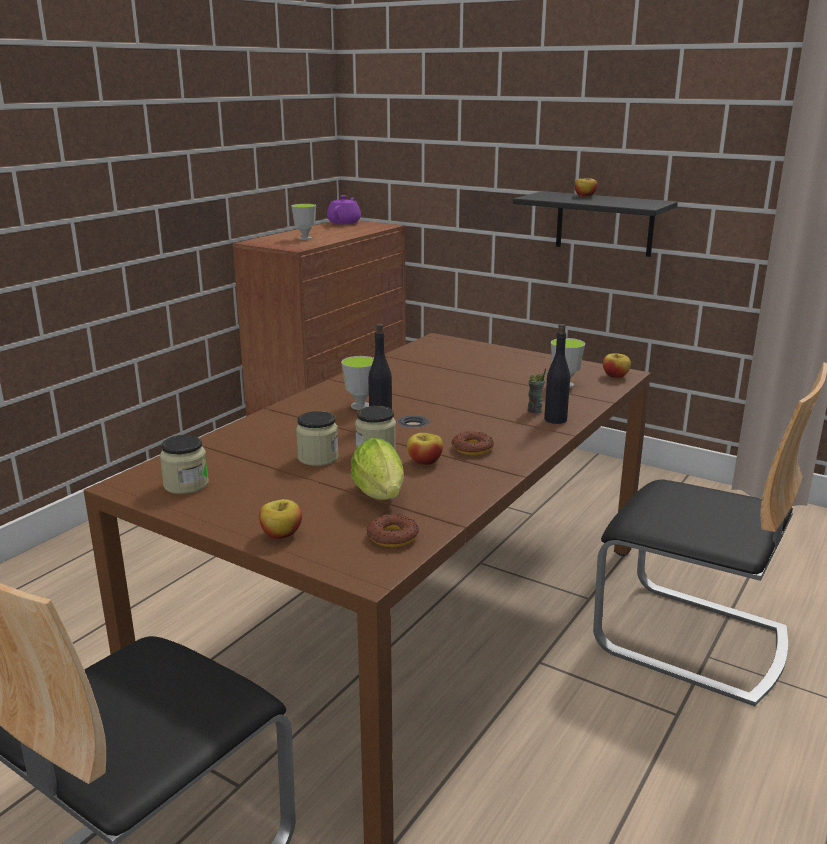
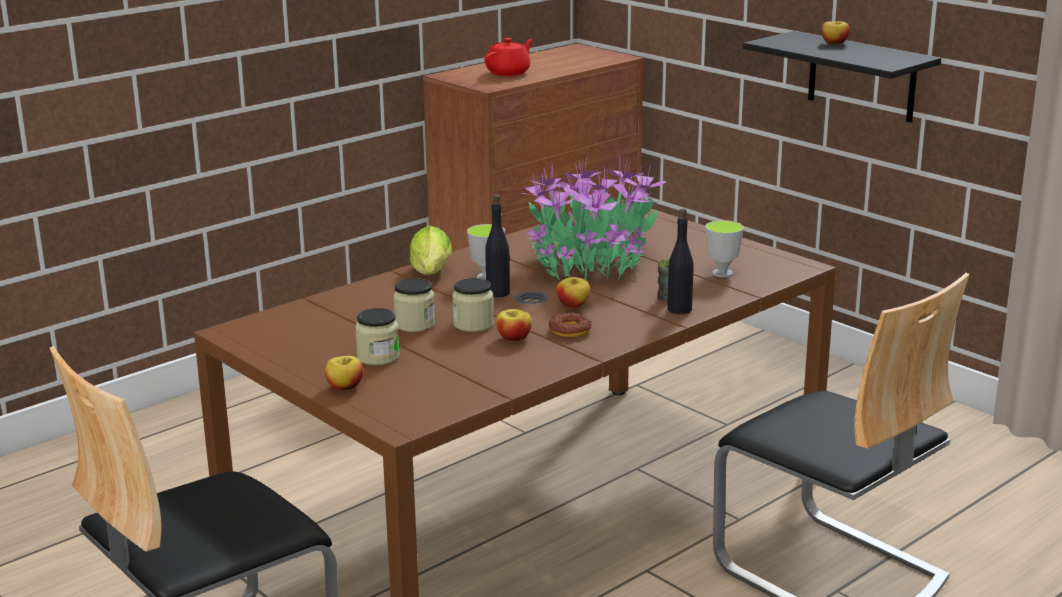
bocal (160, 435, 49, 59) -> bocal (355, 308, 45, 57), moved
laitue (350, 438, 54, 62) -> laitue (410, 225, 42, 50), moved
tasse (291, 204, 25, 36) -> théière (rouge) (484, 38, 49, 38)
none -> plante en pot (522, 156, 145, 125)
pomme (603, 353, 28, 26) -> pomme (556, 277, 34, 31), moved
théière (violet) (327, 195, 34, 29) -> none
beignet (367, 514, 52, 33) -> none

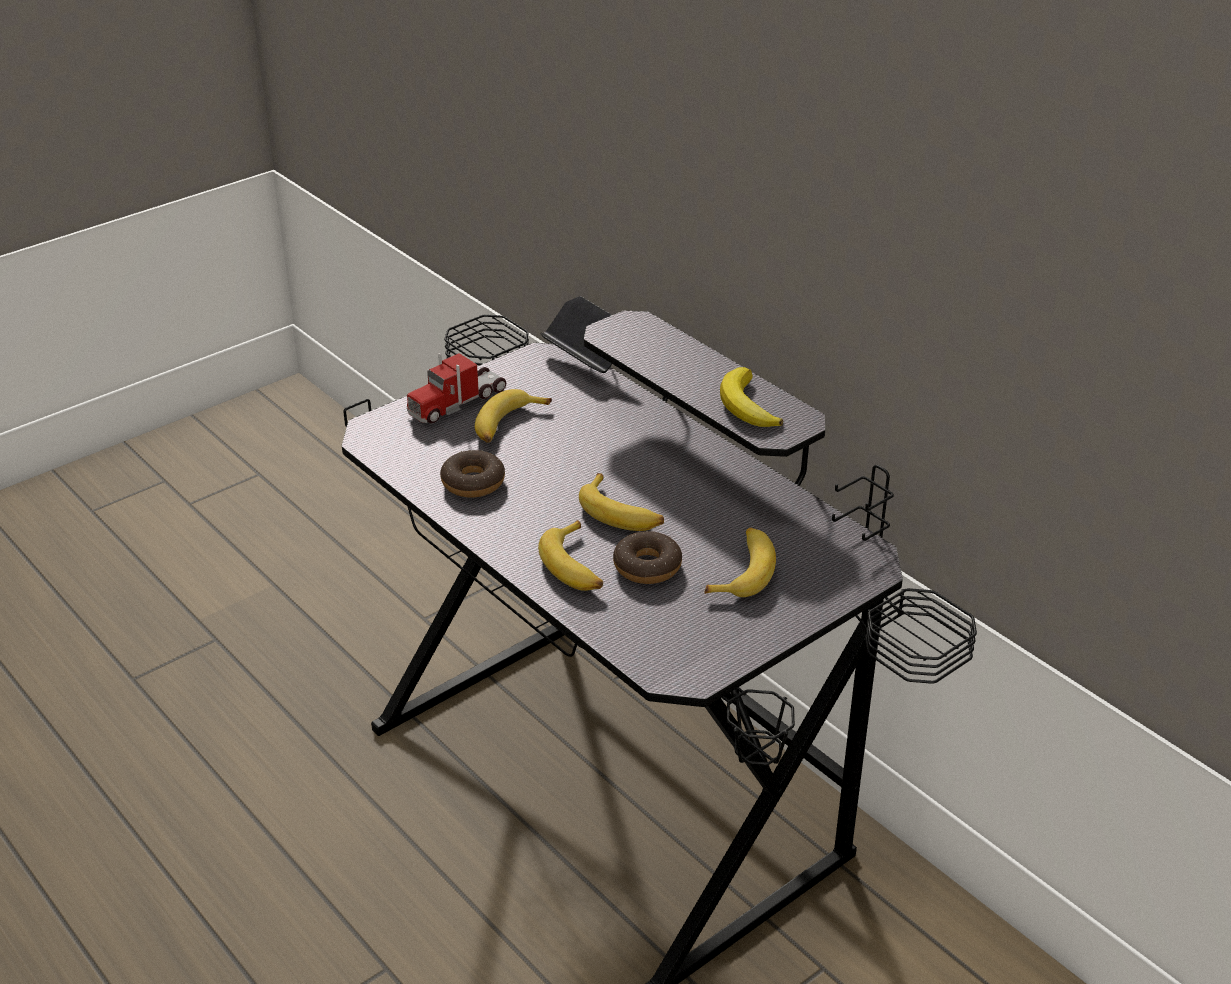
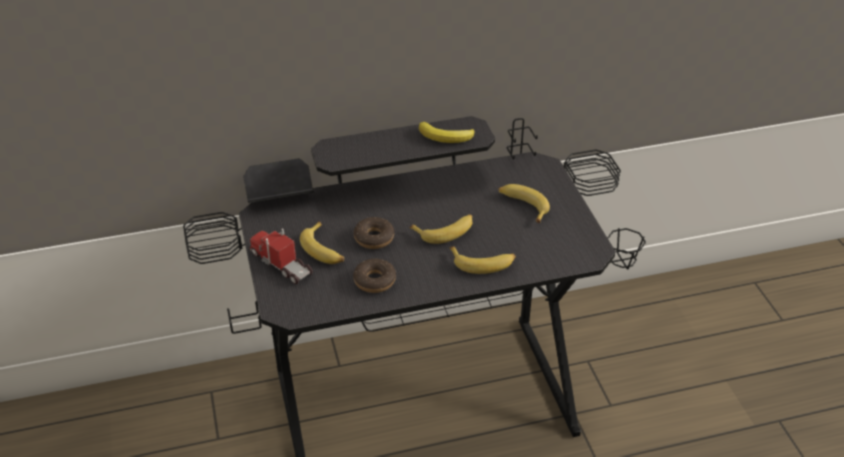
camion jouet (407, 353, 99, 70) -> camion jouet (250, 228, 63, 56), 150 degrees clockwise
beignet (613, 531, 69, 53) -> beignet (354, 217, 40, 32), moved

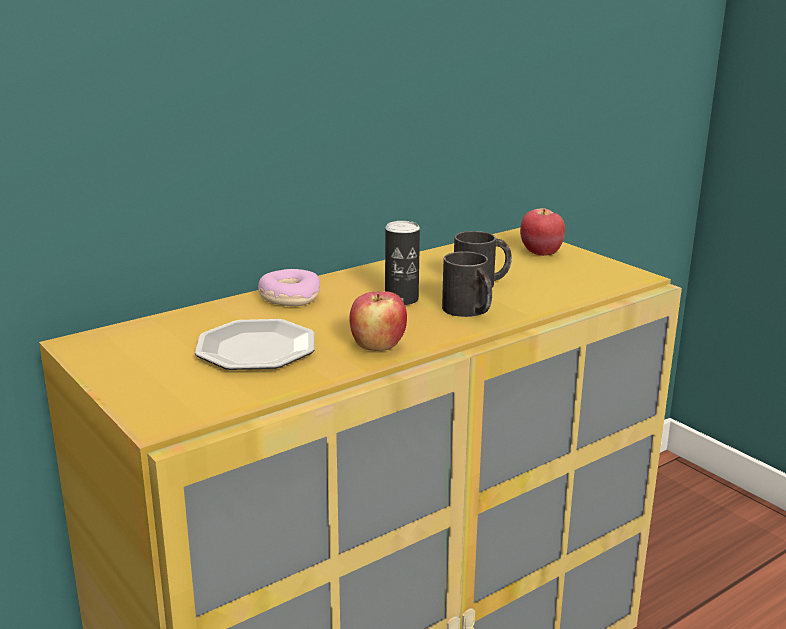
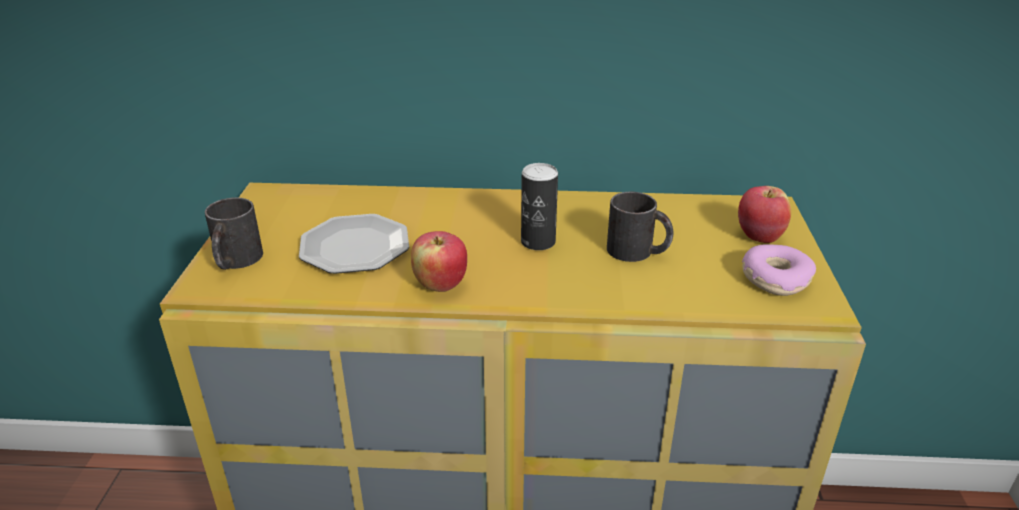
mug (noir) (442, 251, 50, 66) -> mug (noir) (205, 197, 58, 73), moved
beignet (258, 269, 62, 37) -> beignet (742, 244, 74, 52), moved

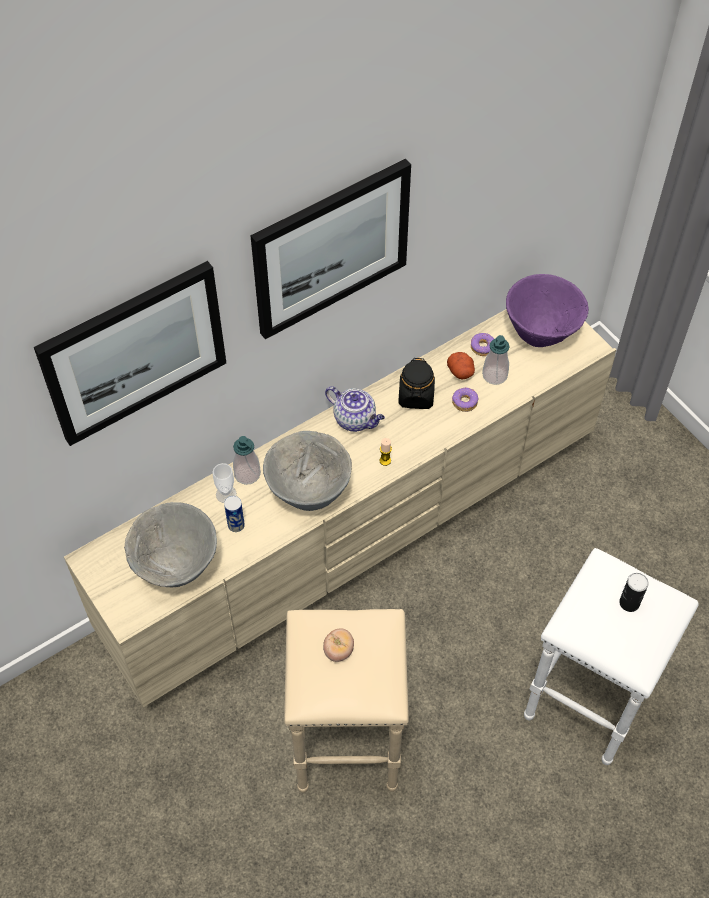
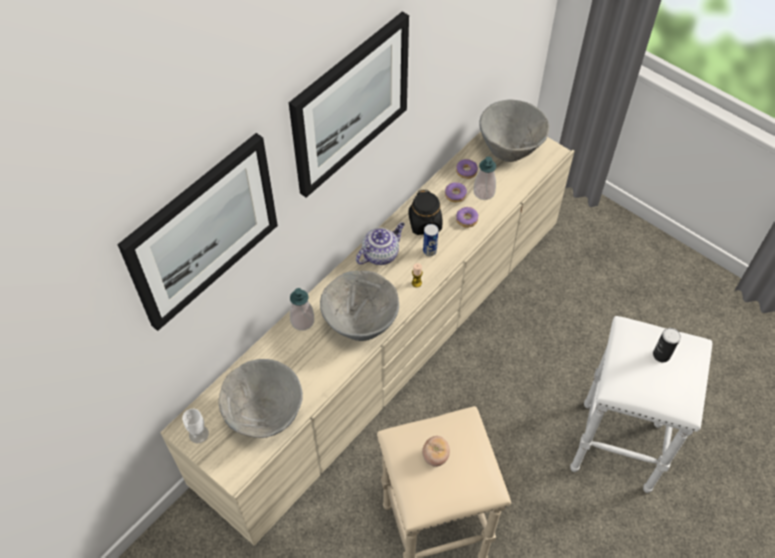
tasse (213, 463, 24, 40) -> tasse (182, 409, 27, 34), moved
théière (325, 386, 60, 46) -> théière (356, 222, 49, 43), 60 degrees counterclockwise
boîte métallique (224, 496, 21, 36) -> boîte métallique (423, 224, 15, 32), moved
pomme de terre (447, 352, 28, 28) -> beignet (445, 182, 22, 21)
bol (violet) (506, 274, 83, 73) -> bol (gris) (479, 100, 70, 62)

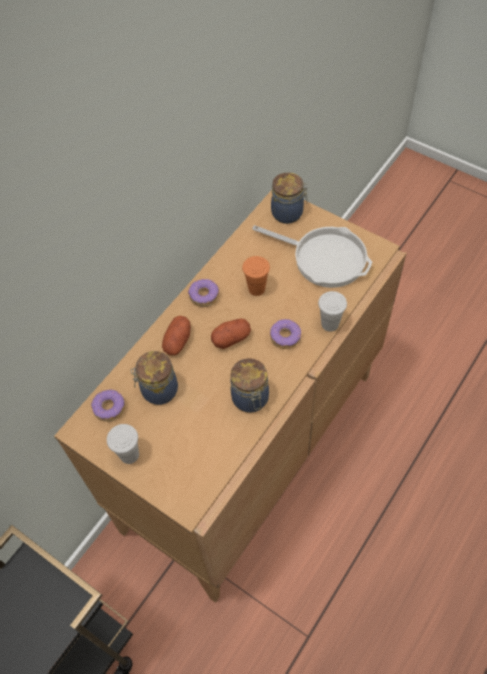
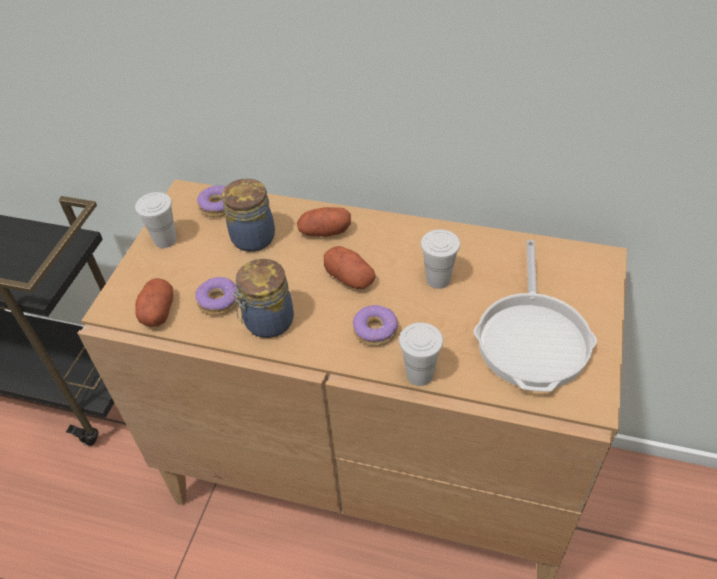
none -> pomme de terre (135, 278, 38, 49)
beignet (188, 279, 31, 28) -> beignet (195, 277, 44, 39), moved
tasse (orange) (242, 256, 28, 40) -> tasse (blanc) (421, 229, 39, 60)
bocal (271, 172, 37, 52) -> none

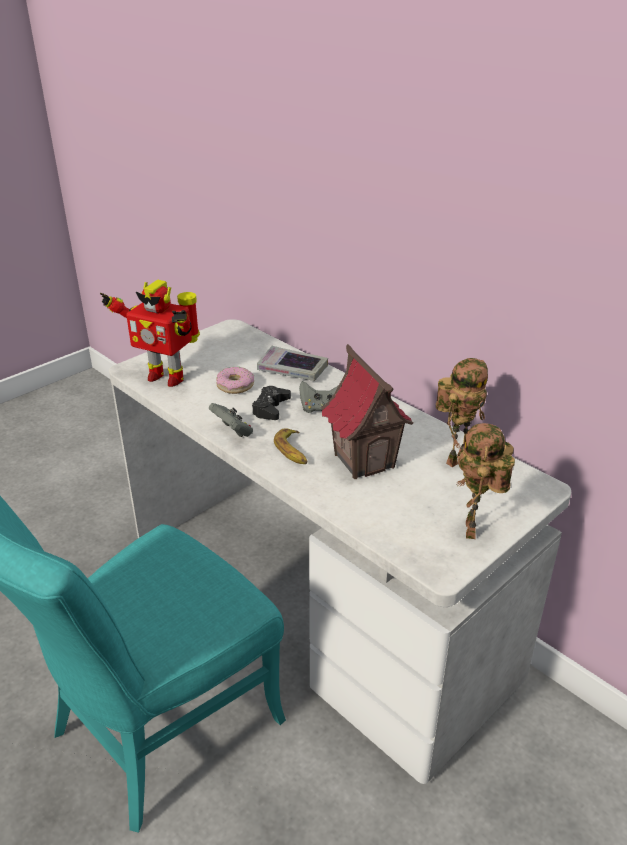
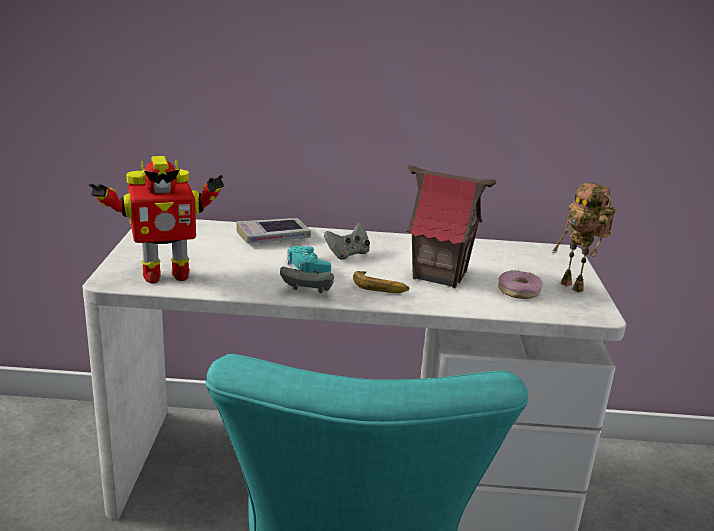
manette (noir) (252, 386, 39, 34) -> manette (turquoise) (286, 246, 45, 27)
beignet (216, 367, 38, 27) -> beignet (498, 270, 45, 29), moved
robot jouet (436, 358, 52, 109) -> none

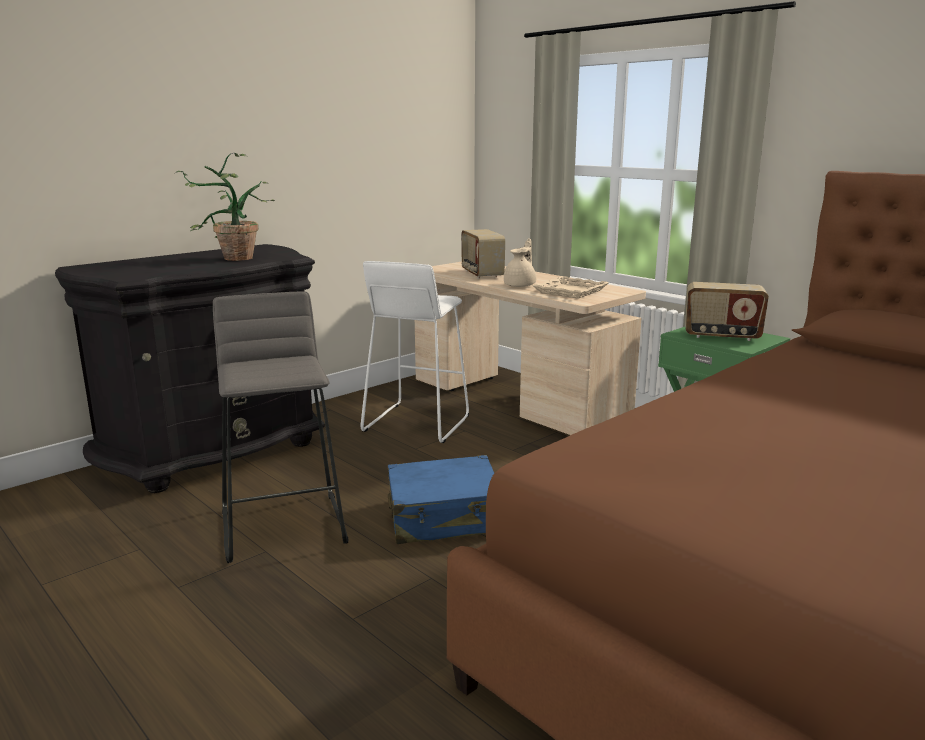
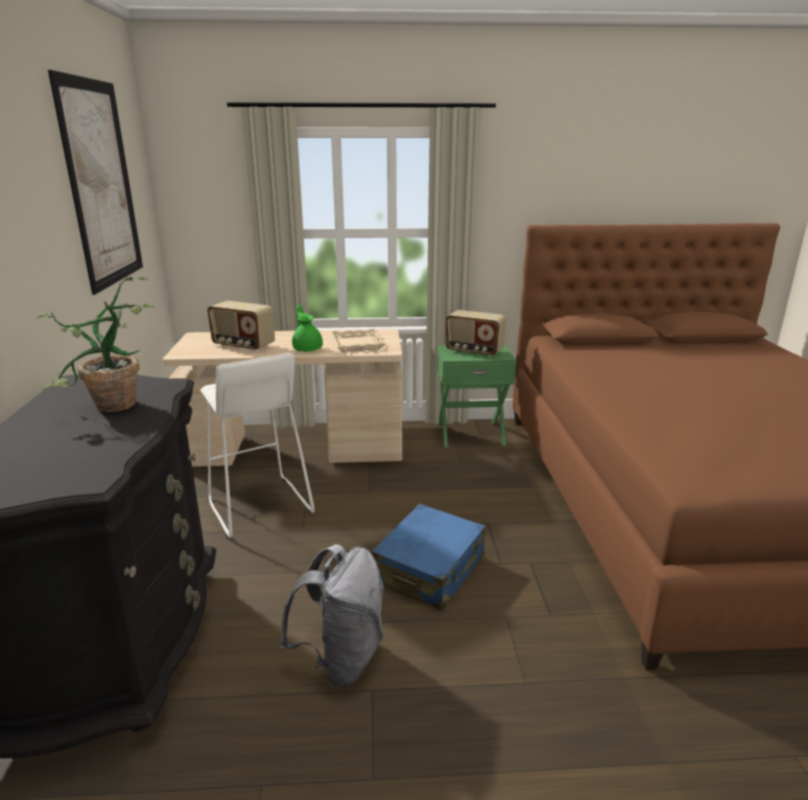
none -> tableau (48, 70, 95, 225)
tabouret (gris) (213, 291, 135, 272) -> sac à dos (gris) (280, 544, 104, 142)
théière (beige) (504, 238, 32, 49) -> théière (vert) (292, 304, 31, 48)
radio (685, 282, 84, 59) -> radio (446, 310, 60, 47), 60 degrees clockwise

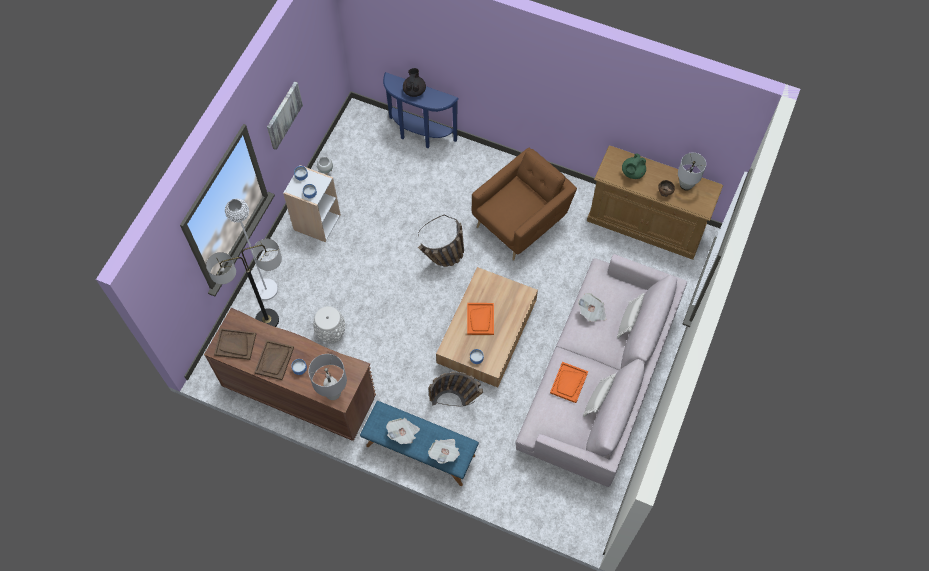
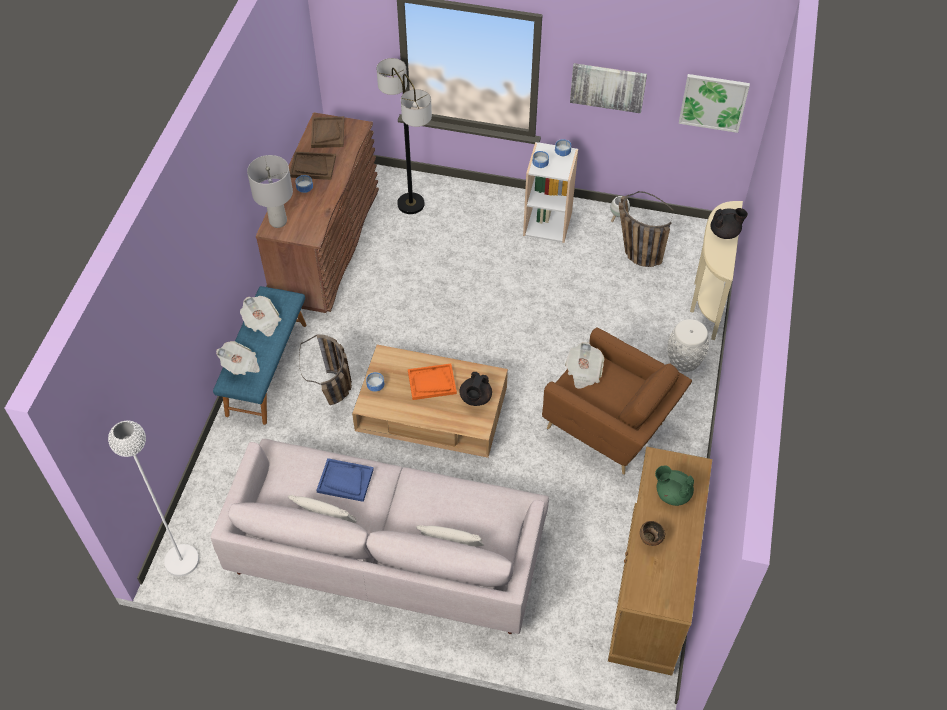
lampadaire (blanc) (225, 199, 53, 101) -> lampadaire (blanc) (108, 421, 91, 156), moved
plateau (orange) (550, 362, 38, 41) -> plateau (bleu) (316, 458, 58, 44)
none -> théière (noir) (459, 372, 33, 34)
journal (578, 293, 28, 29) -> journal (565, 342, 39, 47), moved
panier (418, 215, 46, 52) -> panier (619, 191, 55, 76), moved
tabouret (blanc) (313, 306, 32, 38) -> tabouret (blanc) (668, 319, 41, 53), moved
none -> tableau (679, 74, 71, 59)
table console (bleu) (383, 72, 76, 76) -> table console (beige) (690, 201, 53, 139)
lampe de table (blanc) (678, 153, 28, 38) -> none

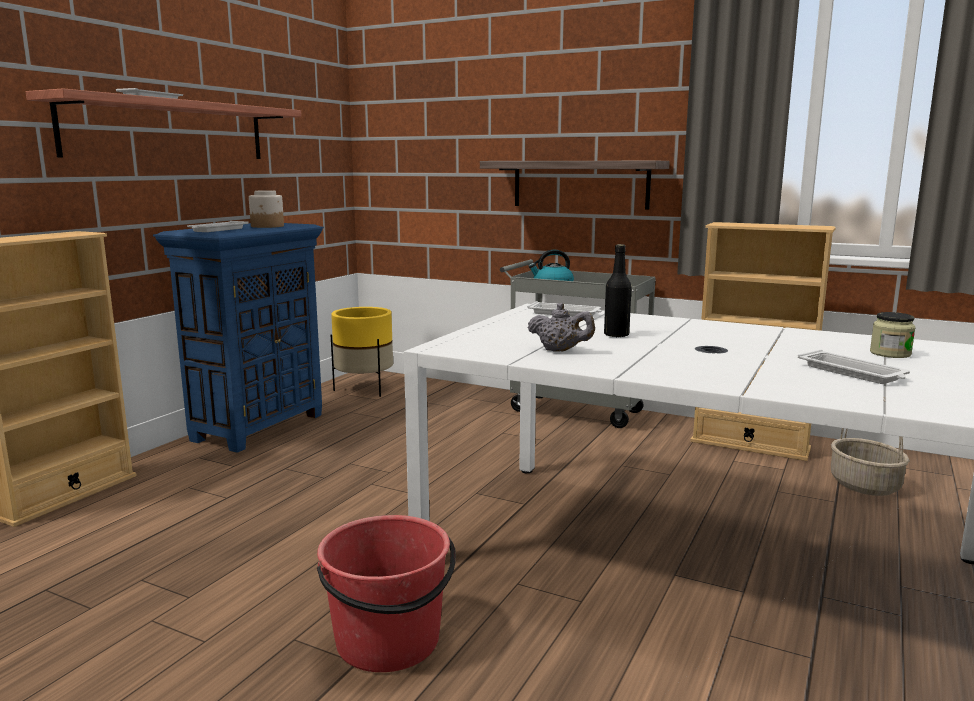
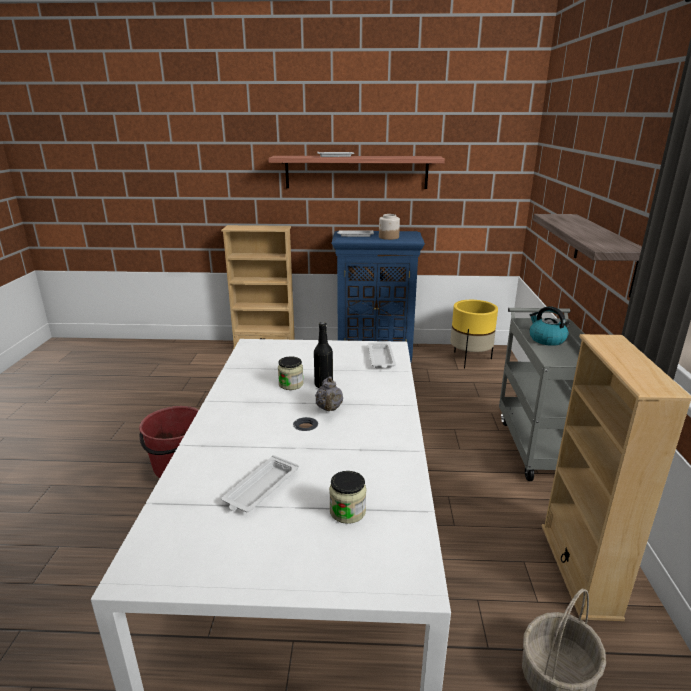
none -> bocal (278, 356, 26, 34)
théière (gris) (528, 303, 67, 49) -> théière (gris) (315, 376, 28, 35), moved

